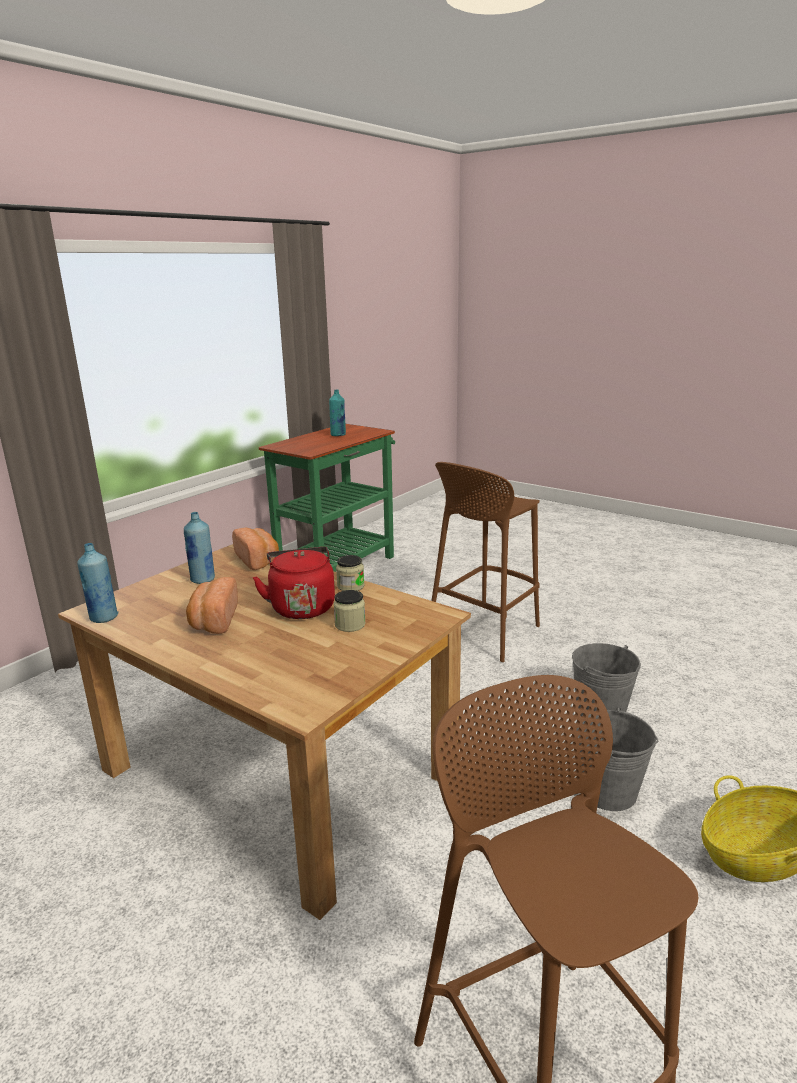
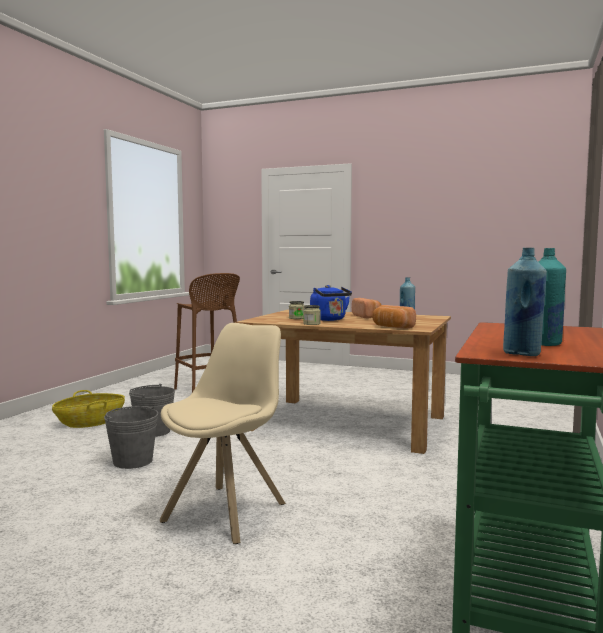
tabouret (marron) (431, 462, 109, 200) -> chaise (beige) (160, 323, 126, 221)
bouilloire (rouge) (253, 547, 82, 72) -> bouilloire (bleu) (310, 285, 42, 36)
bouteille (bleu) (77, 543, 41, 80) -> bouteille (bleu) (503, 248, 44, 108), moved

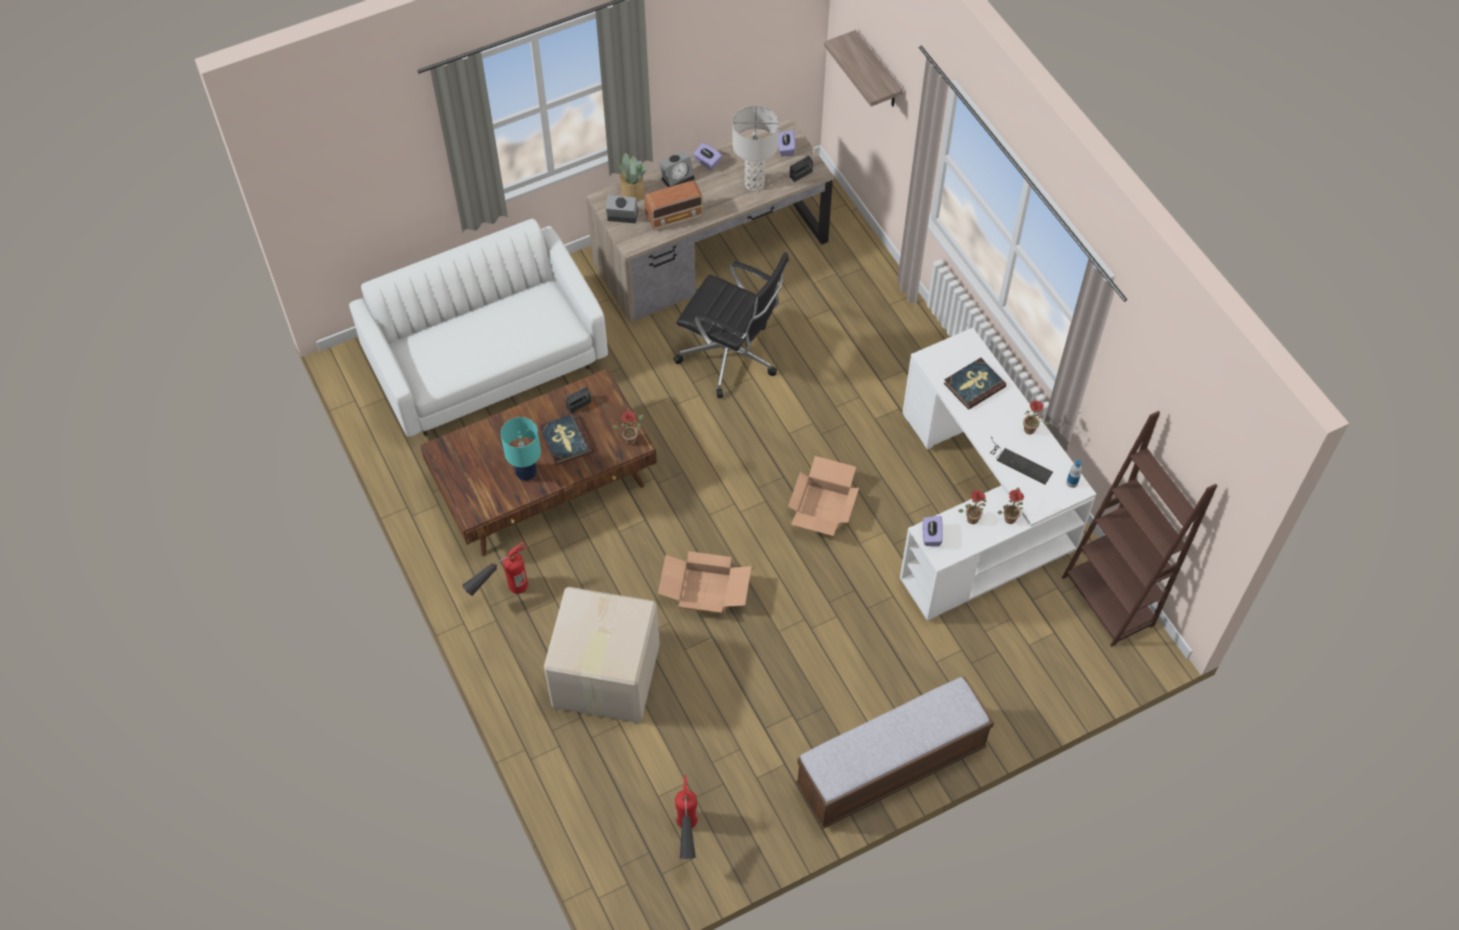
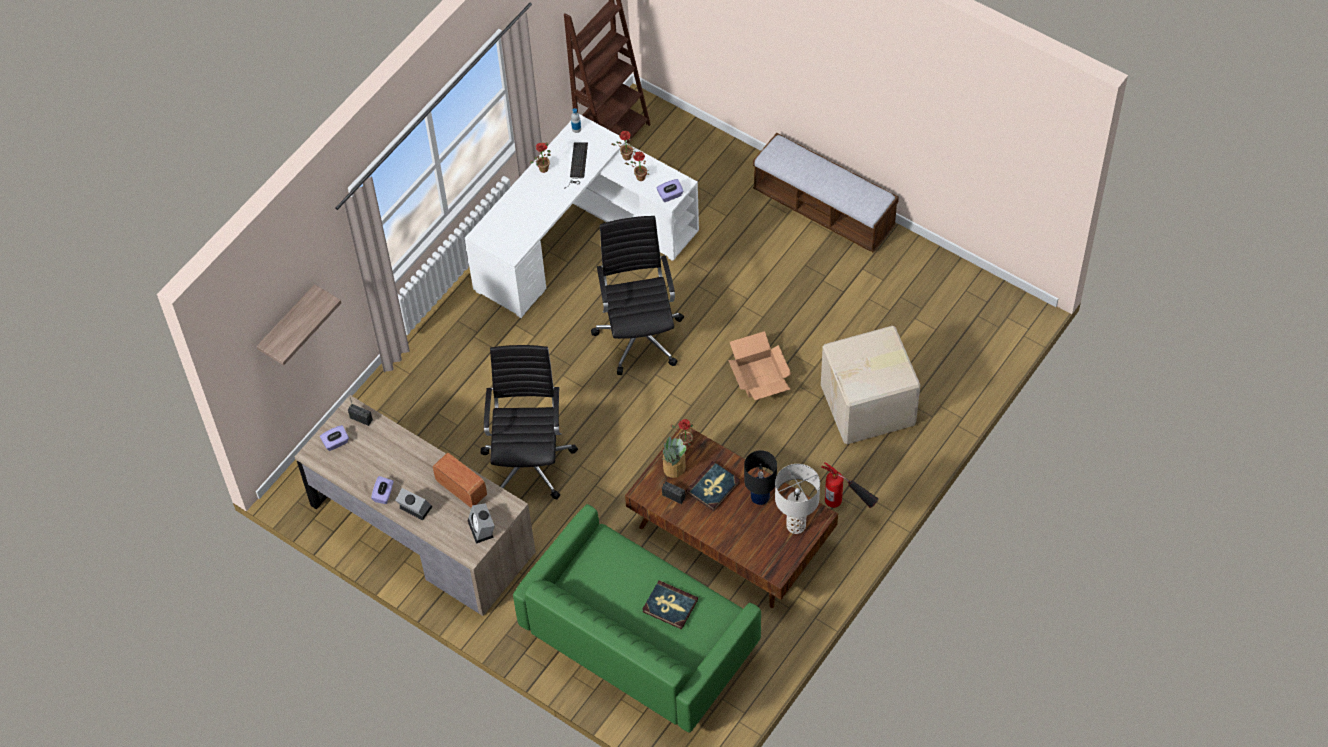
canapé (blanc) (349, 219, 259, 218) -> canapé (vert) (513, 504, 248, 228)
carton (788, 456, 71, 80) -> chaise de bureau (noir) (591, 216, 93, 159)
livre (944, 358, 62, 52) -> livre (643, 580, 55, 49), moved
plante en pot (617, 153, 29, 48) -> plante en pot (662, 436, 25, 42), moved
lampe de table (turquoise) (501, 417, 40, 64) -> lampe de table (noir) (744, 450, 33, 55)
lampe de table (blanc) (733, 106, 46, 85) -> lampe de table (blanc) (775, 464, 45, 70), moved
extincteur (675, 775, 23, 84) -> none

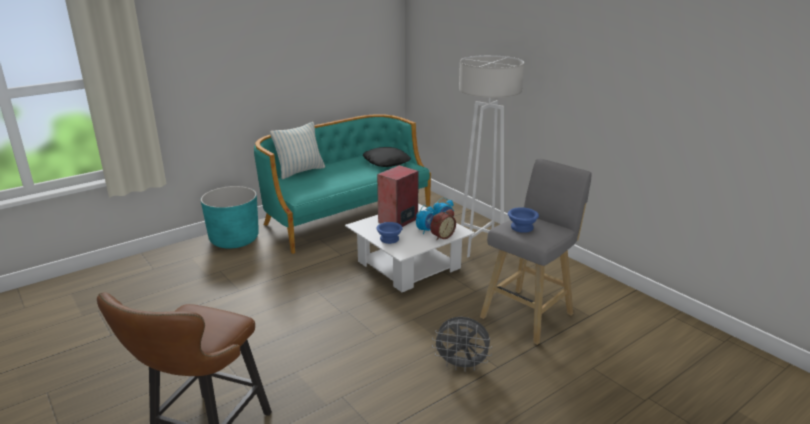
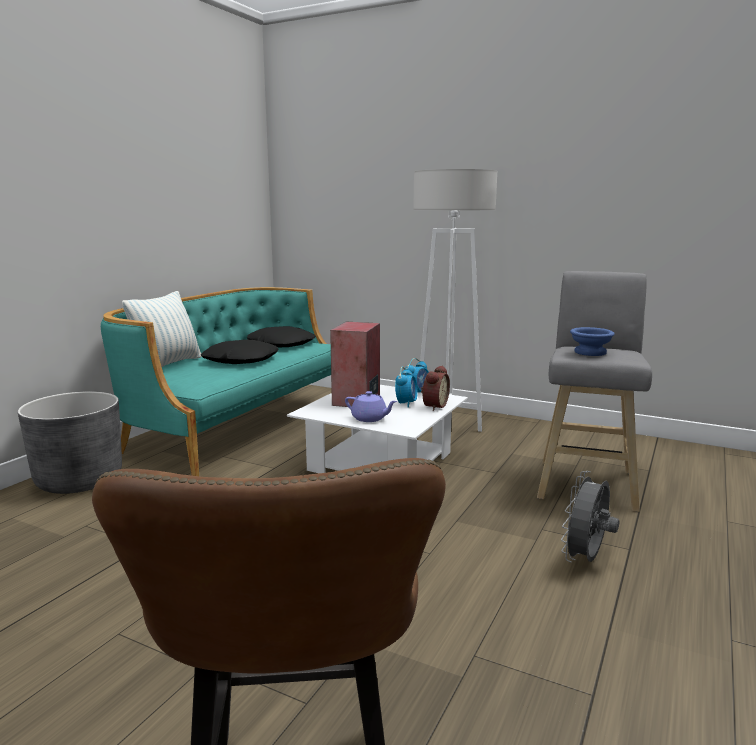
cache-pot (turquoise) (201, 186, 58, 63) -> cache-pot (gris) (18, 391, 104, 103)
none -> coussin (noir) (201, 340, 77, 24)
bol (bleu) (376, 222, 27, 22) -> théière (violet) (345, 391, 52, 31)
ventilateur (gris) (432, 317, 60, 55) -> ventilateur (gris) (561, 471, 58, 92), 135 degrees clockwise

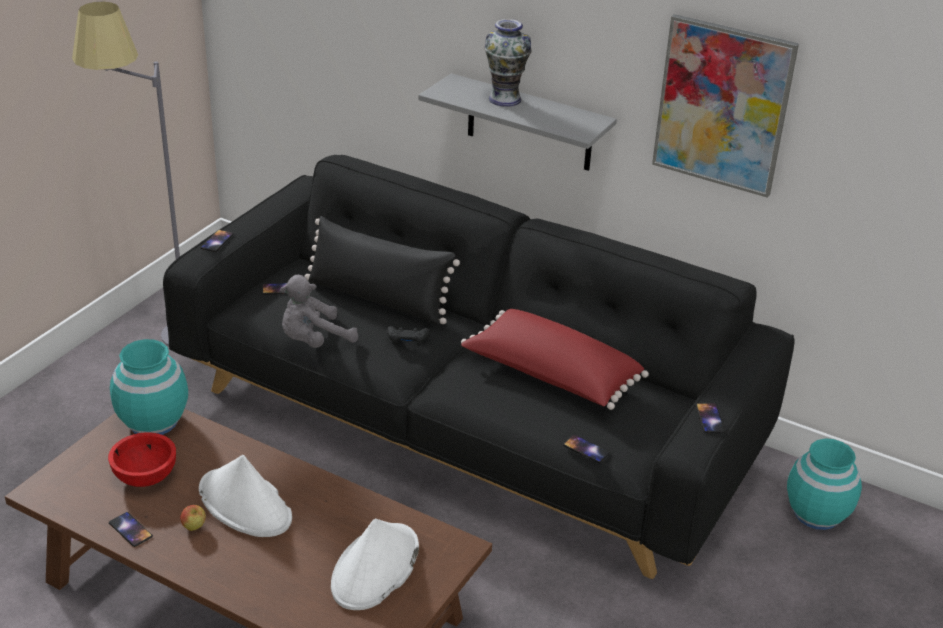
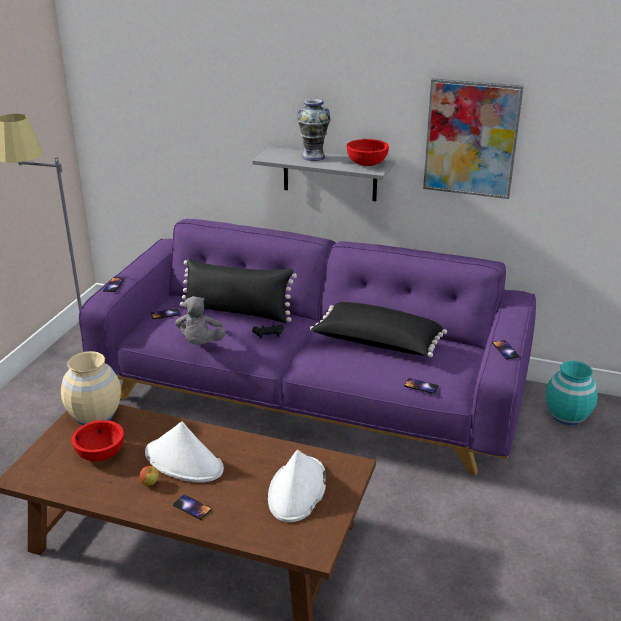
vase (turquoise) (110, 339, 78, 96) -> vase (beige) (61, 351, 60, 74)
canapé (noir) (163, 155, 632, 424) -> canapé (violet) (79, 219, 457, 256)
téléphone (109, 512, 44, 35) -> téléphone (173, 495, 39, 25), moved
peluche (gris) (280, 275, 78, 73) -> peluche (gris) (175, 296, 51, 49), 45 degrees counterclockwise
coussin (rouge) (461, 309, 188, 101) -> coussin (noir) (310, 302, 137, 55)
none -> bol (rouge) (347, 139, 42, 27)

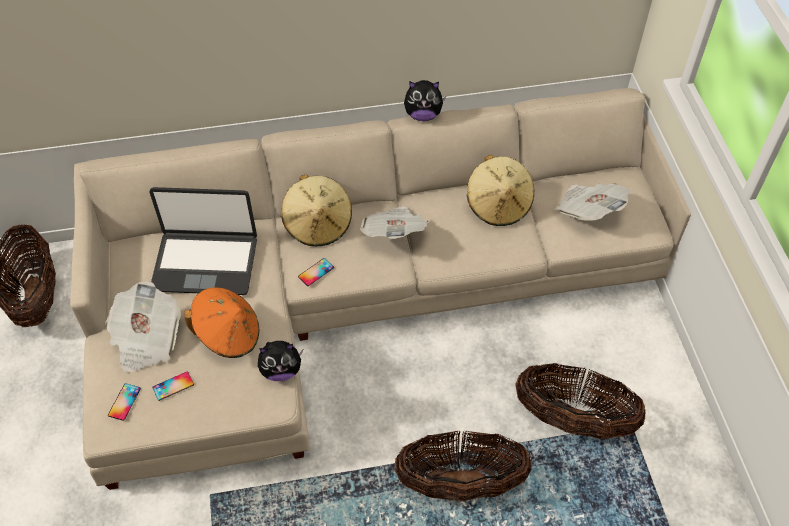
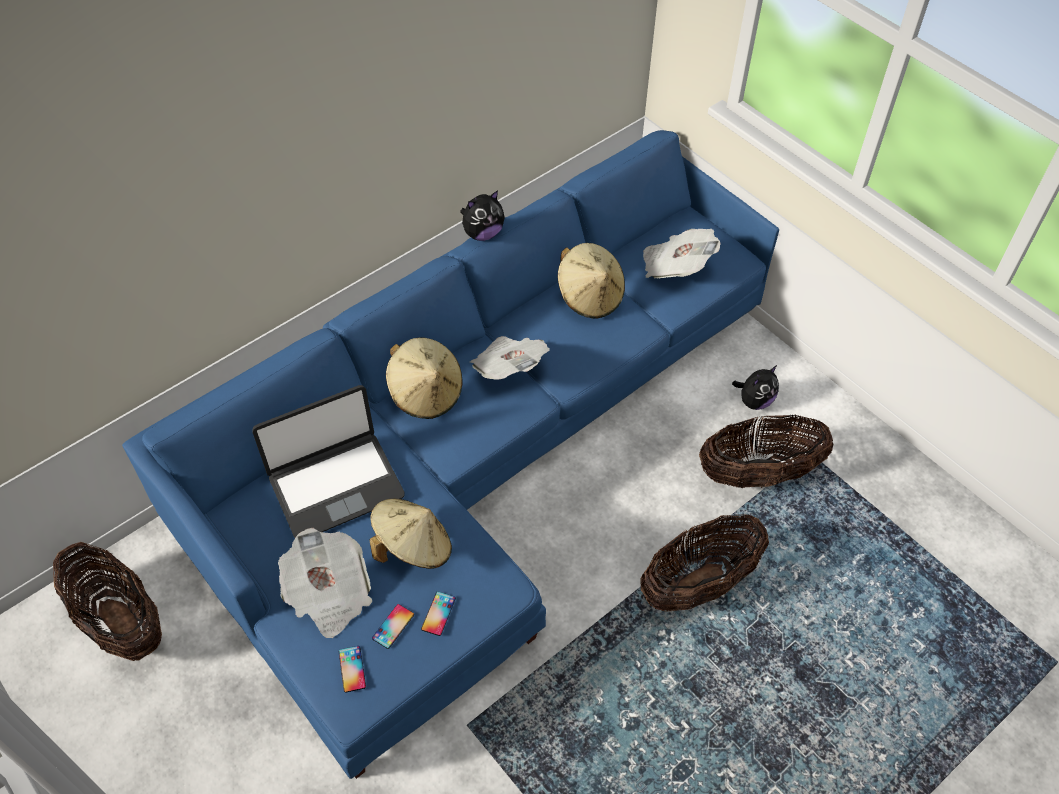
canapé (beige) (70, 88, 621, 402) -> canapé (bleu) (122, 130, 657, 649)
chapeau (orange) (184, 287, 75, 71) -> chapeau (beige) (370, 499, 82, 70)
téléphone (298, 258, 36, 28) -> téléphone (421, 591, 35, 45), moved
peluche (258, 341, 45, 40) -> peluche (732, 365, 47, 45), moved

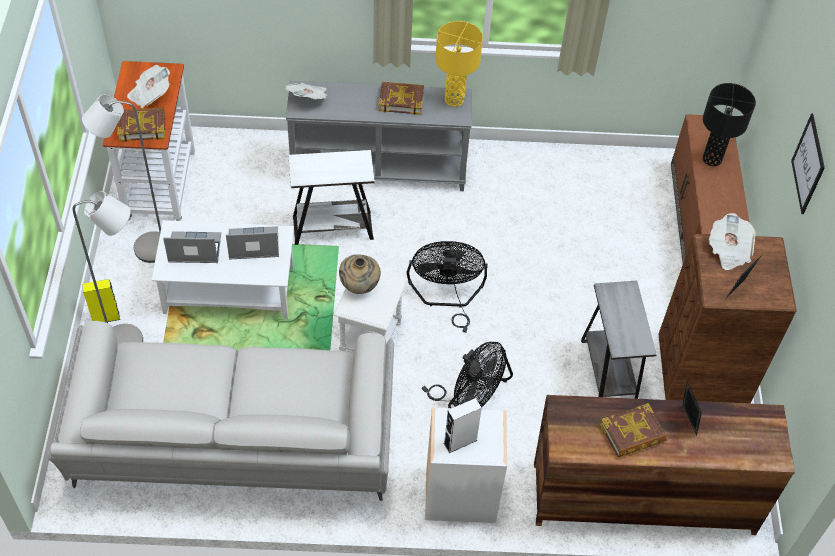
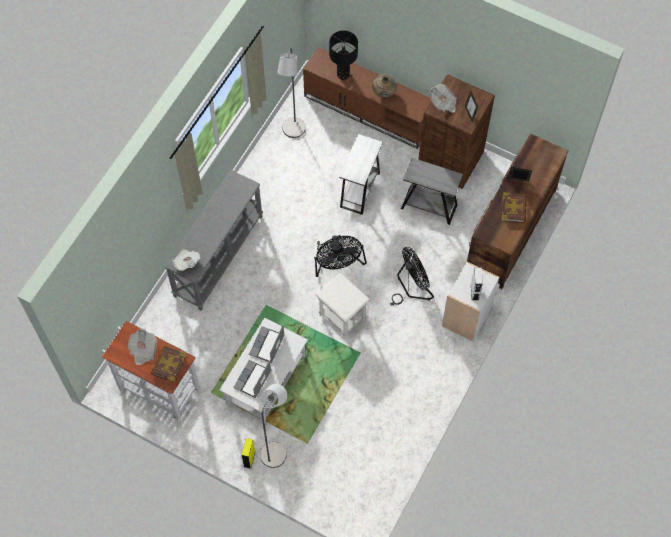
lampadaire (gris) (82, 95, 79, 168) -> lampadaire (gris) (277, 48, 29, 90), moved
ventilateur (noir) (407, 241, 81, 92) -> ventilateur (noir) (314, 235, 53, 42), 135 degrees counterclockwise
table d'appoint (blanc) (289, 150, 86, 95) -> table d'appoint (blanc) (339, 134, 44, 81), moved
vase (beige) (339, 254, 42, 40) -> vase (beige) (372, 74, 25, 24), moved
canapé (gris) (48, 321, 346, 180) -> none
livre (378, 82, 46, 33) -> none
lampe de table (jaune) (435, 21, 48, 86) -> none
tableau (791, 114, 34, 100) -> none

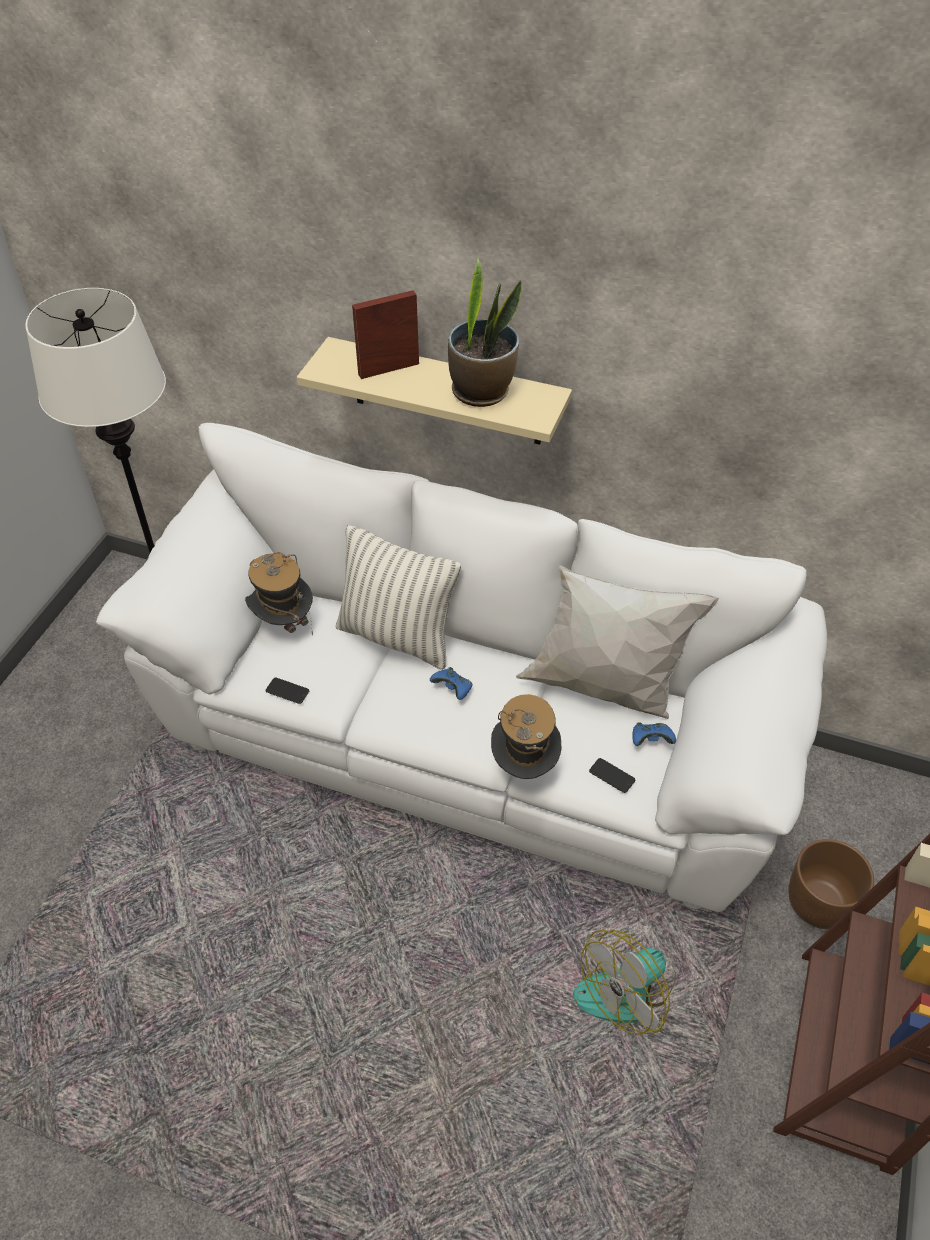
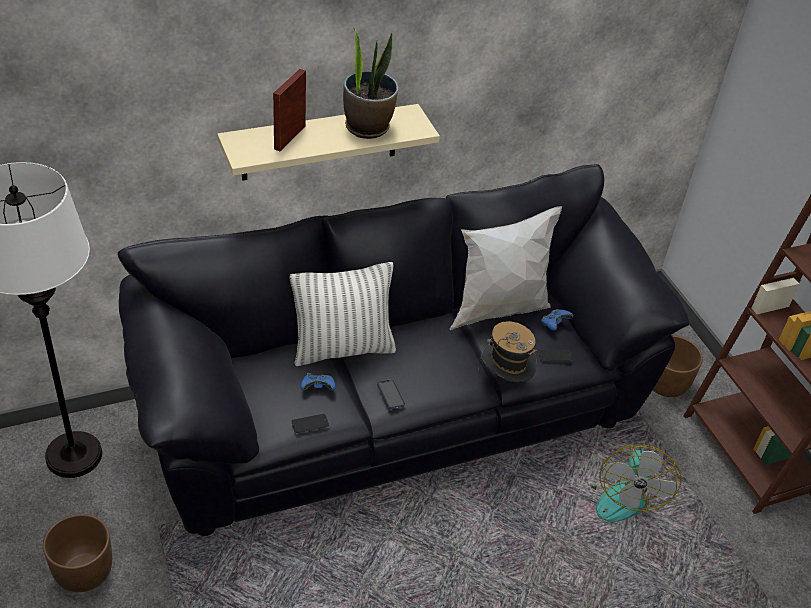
none -> cache-pot (marron) (43, 514, 69, 78)
canapé (blanc) (96, 423, 731, 489) -> canapé (noir) (118, 164, 571, 372)
manette (bleu) (430, 667, 43, 33) -> manette (bleu) (301, 373, 35, 18), moved
none -> téléphone (377, 379, 28, 30)
chapeau (245, 552, 68, 83) -> none

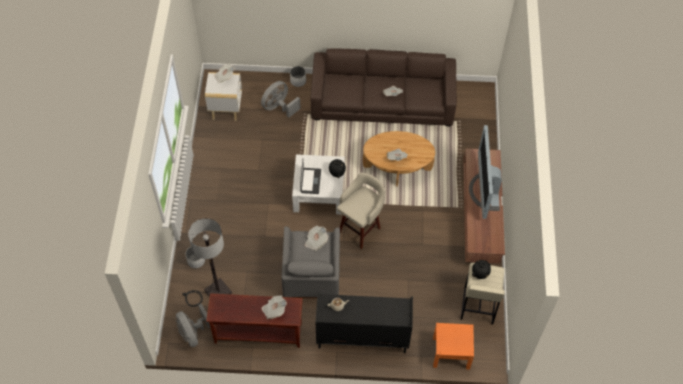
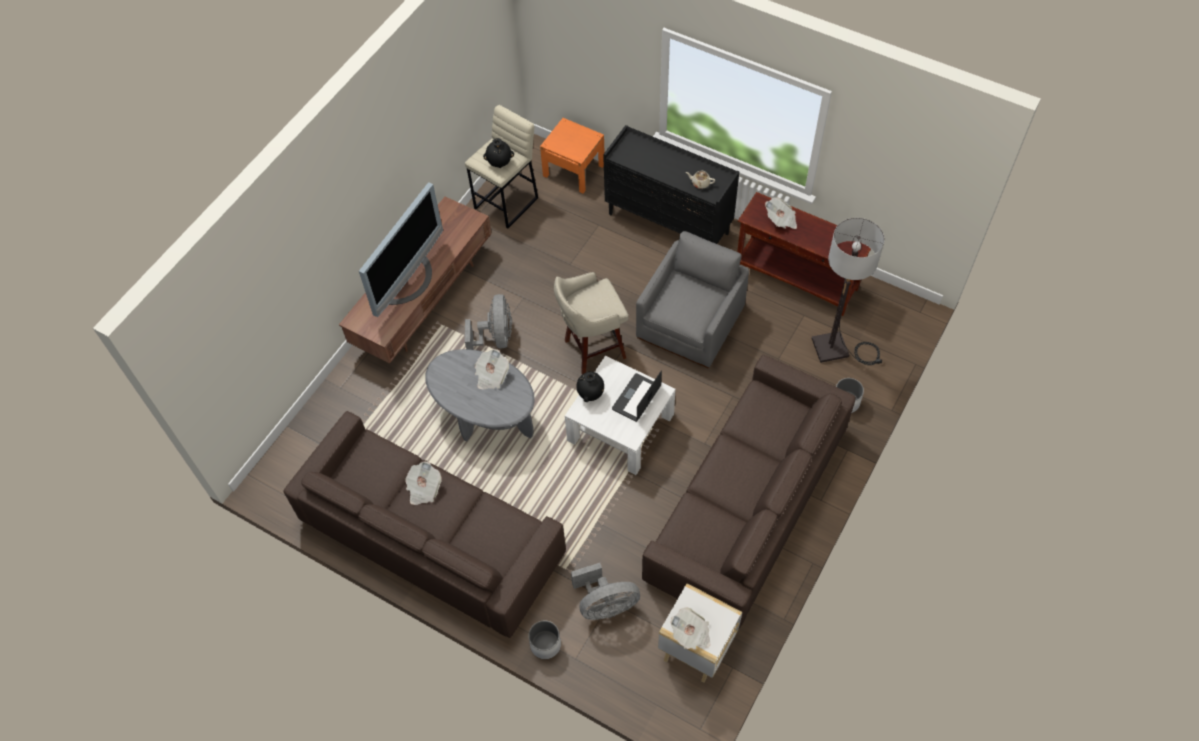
table basse (marron) (363, 131, 72, 55) -> table basse (gris) (425, 349, 110, 93)
ventilateur (gris) (176, 304, 34, 43) -> ventilateur (gris) (465, 294, 47, 56), moved
none -> canapé (marron) (642, 355, 214, 273)
journal (305, 226, 23, 25) -> none

